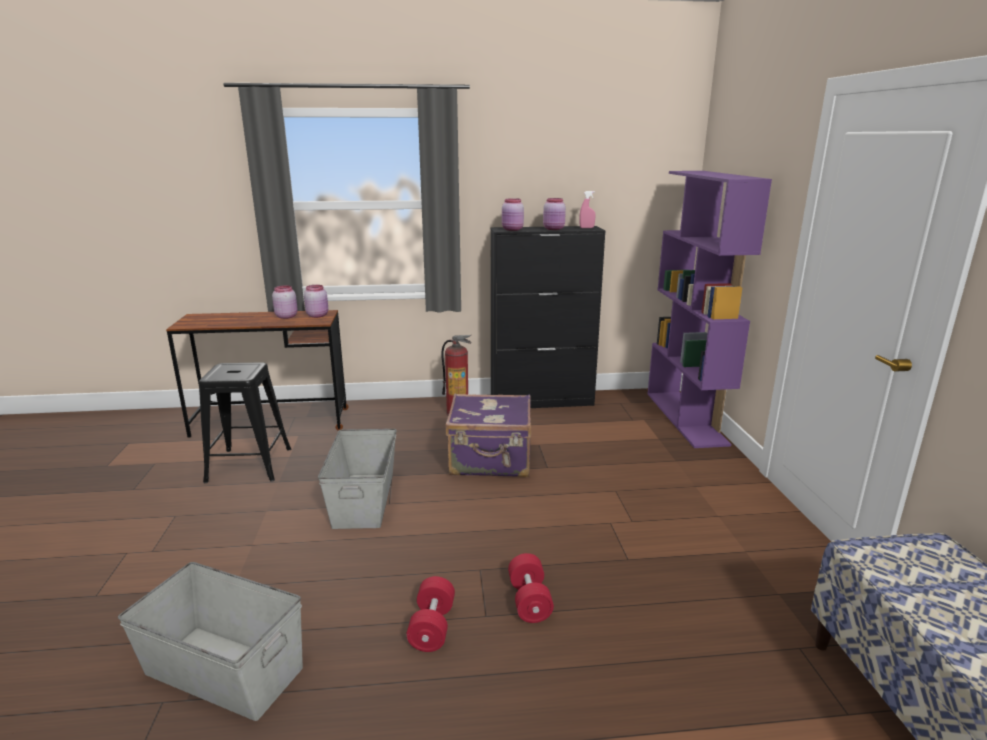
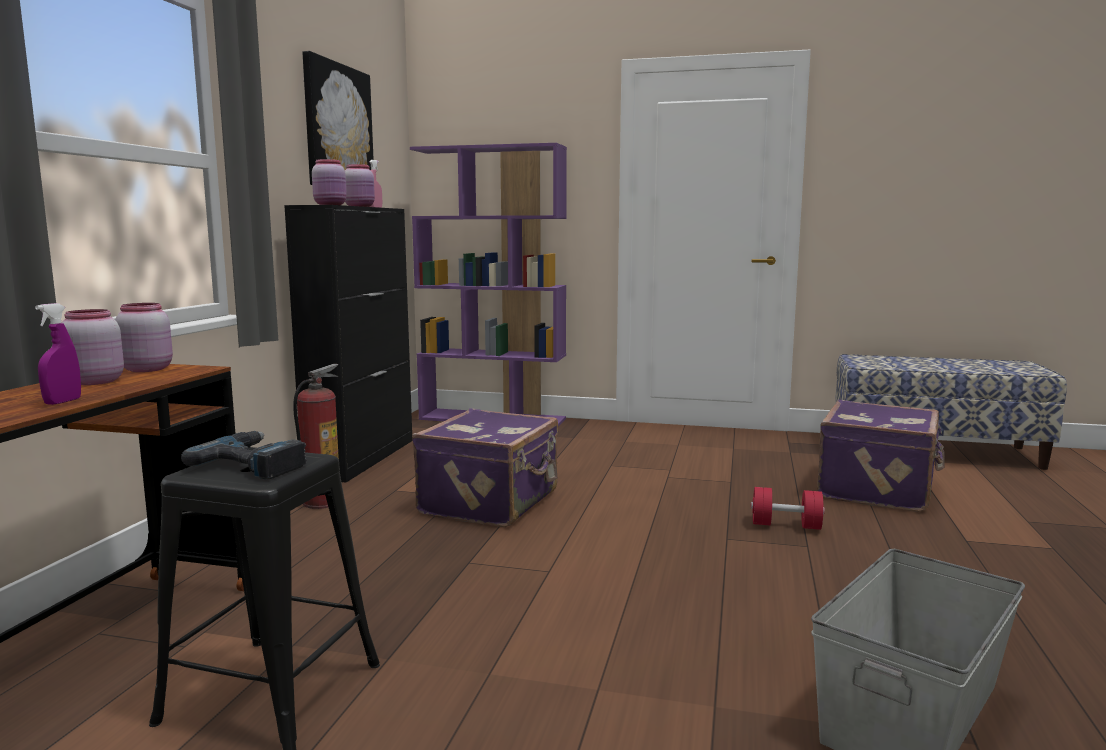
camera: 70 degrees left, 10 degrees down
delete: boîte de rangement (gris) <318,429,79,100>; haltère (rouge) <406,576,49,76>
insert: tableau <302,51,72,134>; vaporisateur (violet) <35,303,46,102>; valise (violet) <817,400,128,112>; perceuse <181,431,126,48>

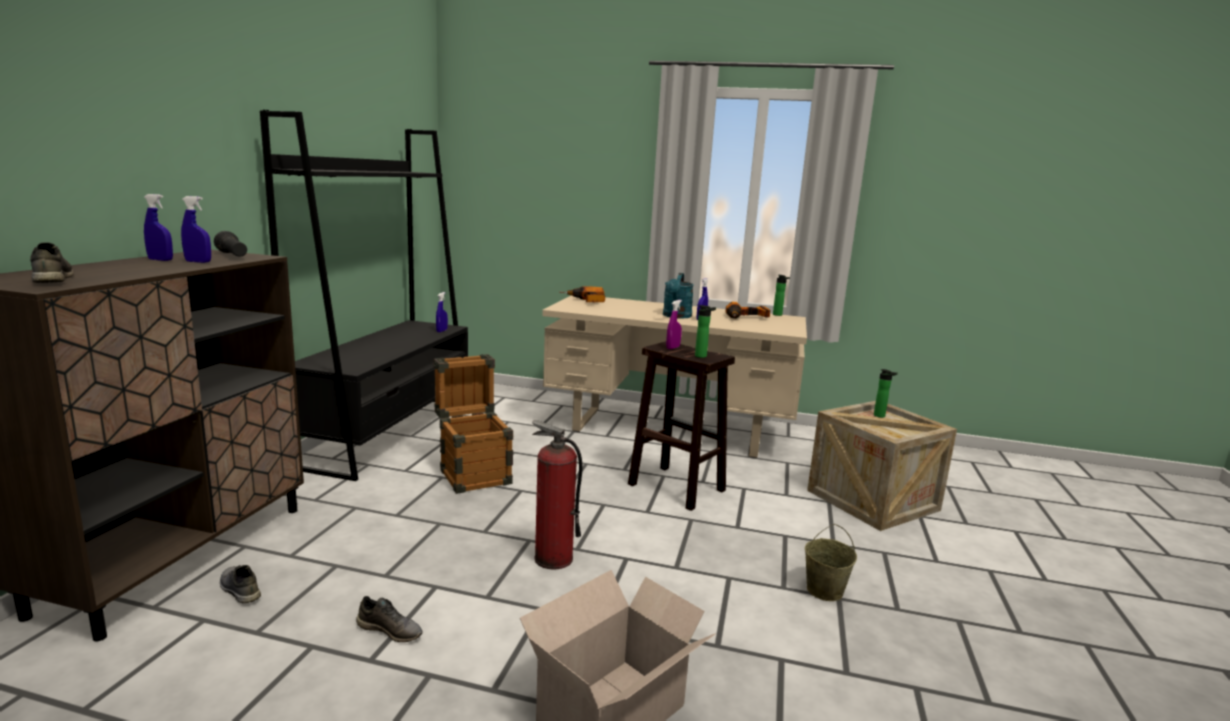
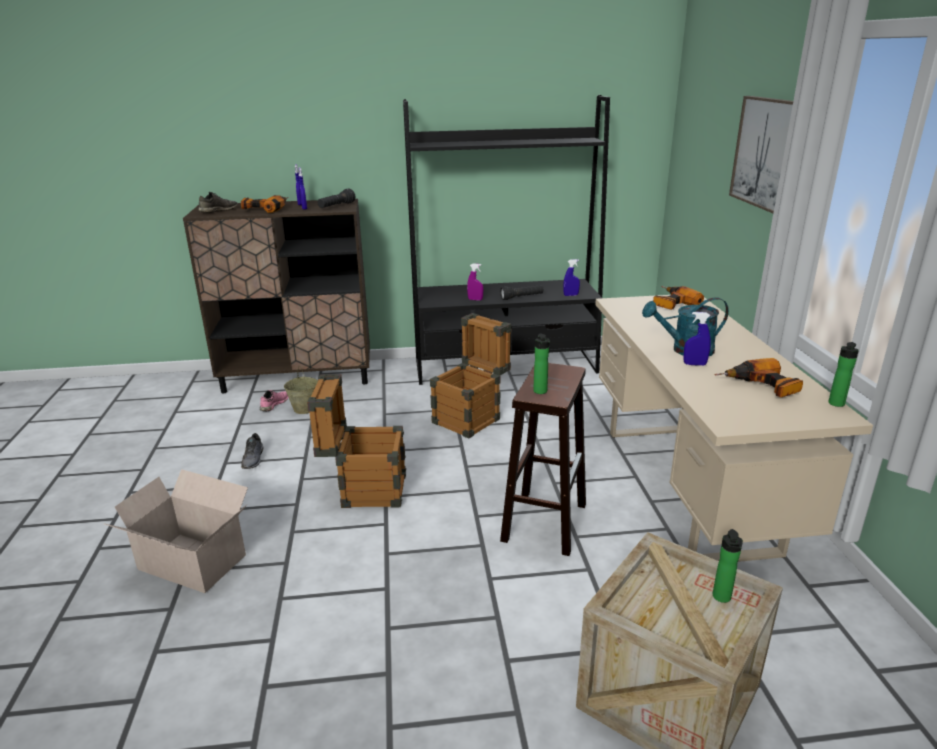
camera: 70 degrees right, 10 degrees up
insert: tableau <729,96,64,117>; perceuse <241,195,48,18>; lampe de poche (noir) <500,285,43,15>
move: vaporisateur (violet) <666,300,16,49> to <467,263,16,38>; seau (beige) <805,524,52,77> to <284,366,34,48>
replace: extincteur <532,420,50,150> to caisse <307,374,99,134>
recolor: chaussure (gris) <220,565,41,38> to chaussure (rose) <260,390,29,21>

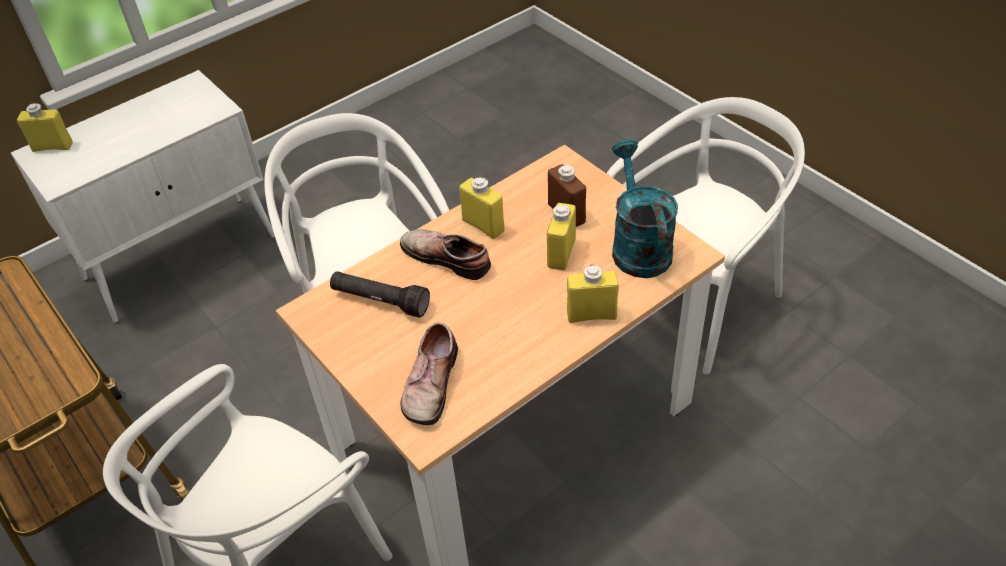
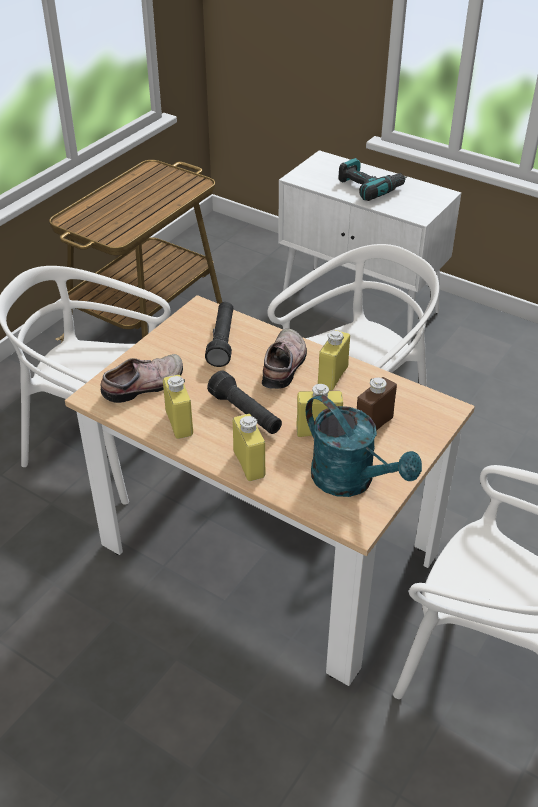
camera: 70 degrees right, 5 degrees down
insert: perceuse <339,158,68,43>; lampe de poche (noir) <207,371,75,63>
move: bouteille (jaune) <17,103,56,49> to <163,375,30,64>
rotate: arrosoir (turquoise) <612,140,66,138> = <306,394,116,103> 75 degrees clockwise; chaussure <401,323,57,102> = <101,354,82,49> 150 degrees clockwise

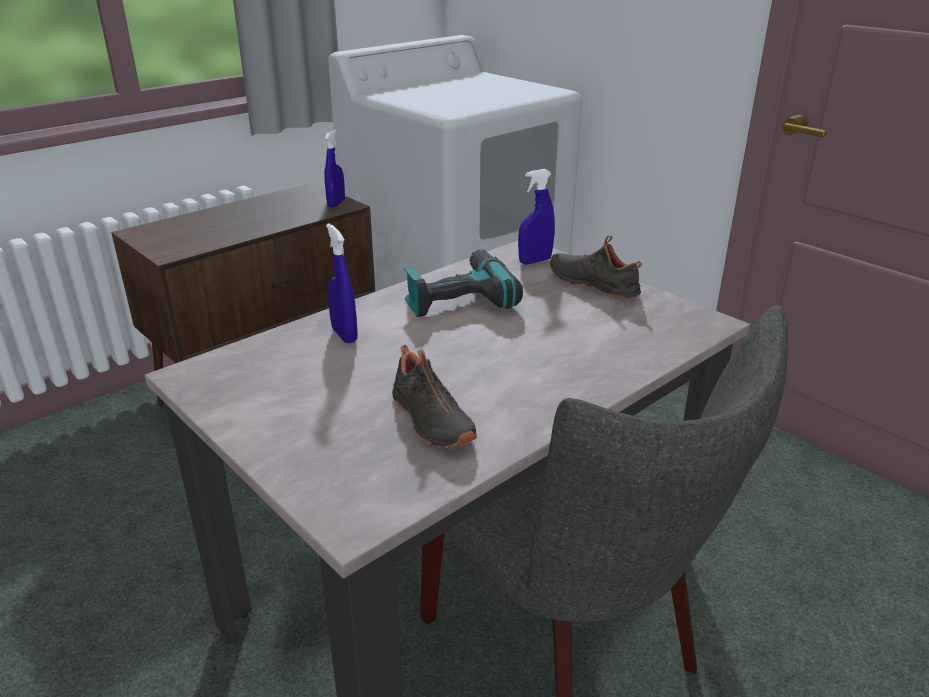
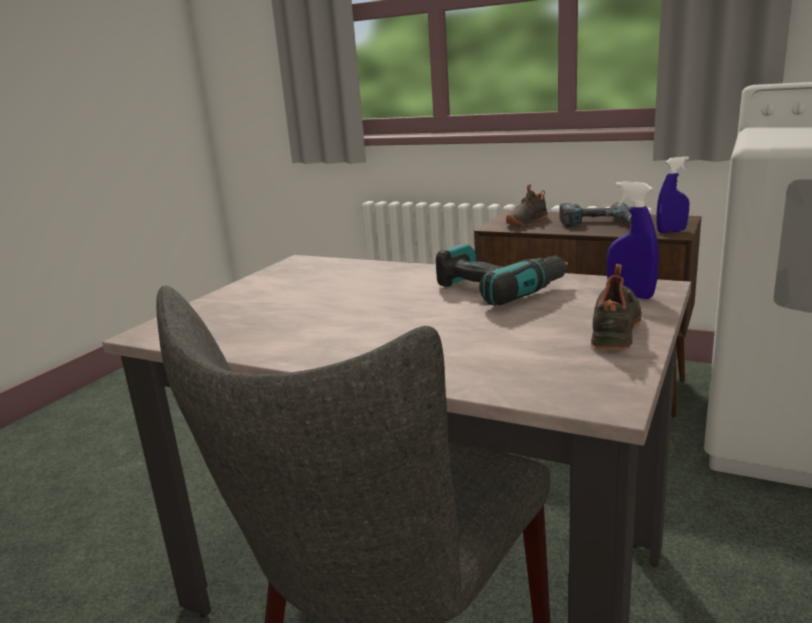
camera: 70 degrees right, 10 degrees down
delete: vaporisateur (bleu) <326,224,32,120>
insert: perceuse <560,202,72,25>
move: chaussure (noir) <392,345,85,103> to <506,184,42,41>

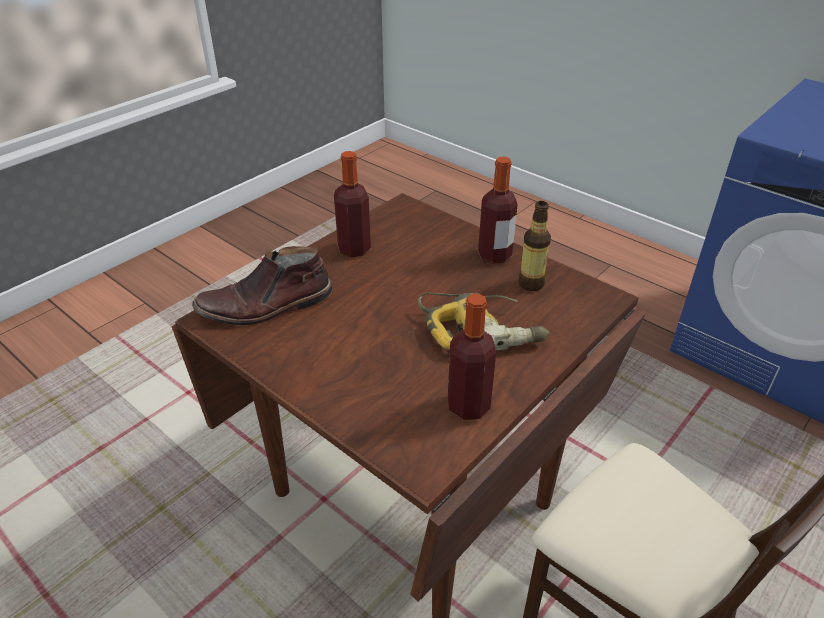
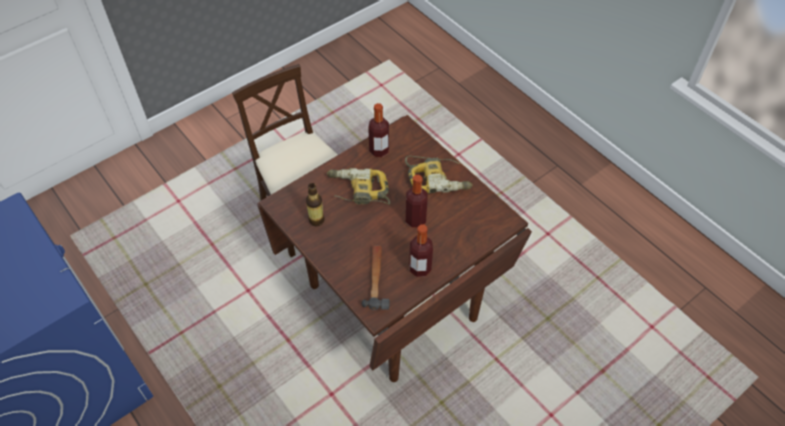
camera: 170 degrees left, 15 degrees up
delete: botte (marron) <192,246,140,79>
insert: perceuse <405,156,68,37>; marteau <362,246,28,64>
move: bouteille <478,156,40,108> to <406,175,21,53>

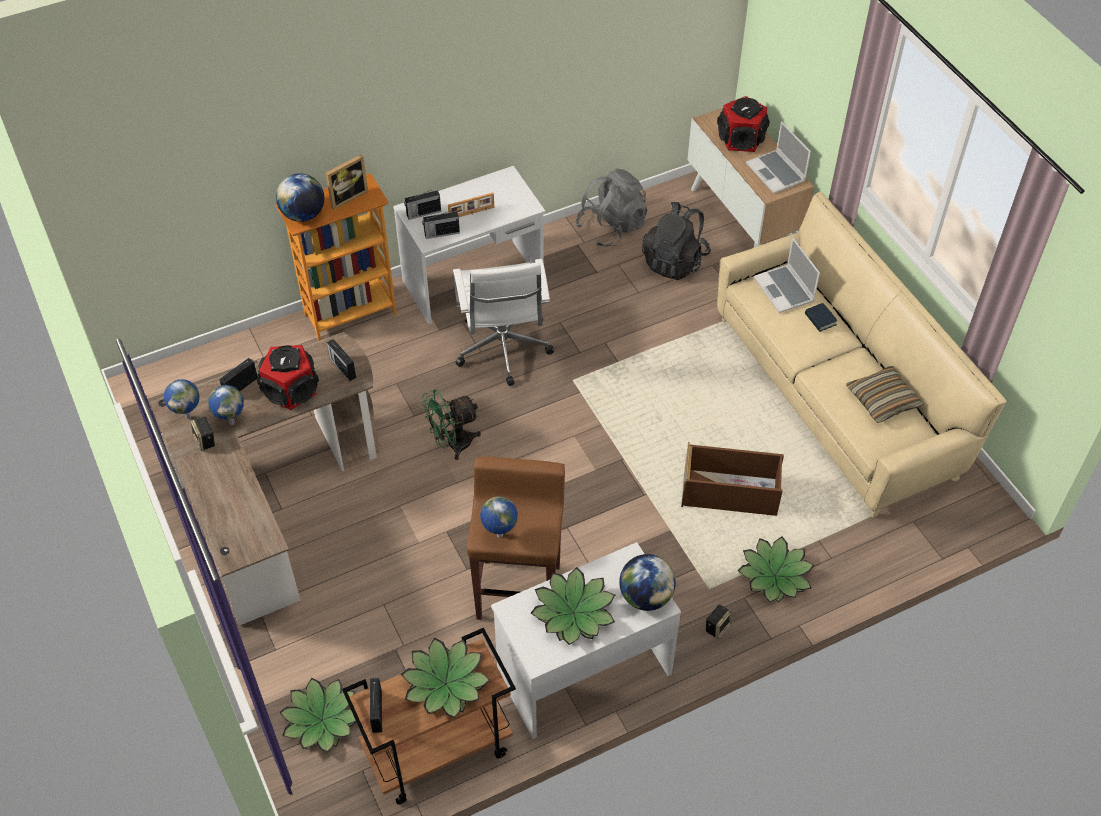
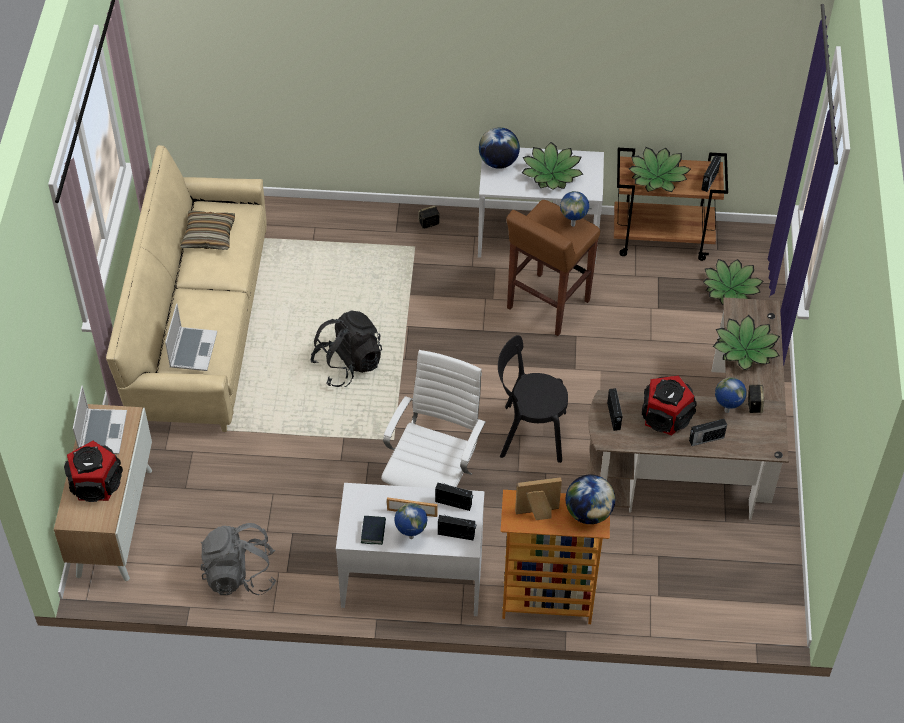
camera: 150 degrees left, 0 degrees up
delete: boîte de rangement (marron) <681,442,103,74>
move: sac à dos (noir) <642,202,69,78> to <310,311,72,76>; livre <805,303,33,29> to <361,516,25,29>; globe <164,379,36,40> to <394,503,34,36>; plante en pot <737,537,77,65> to <713,315,67,55>
replace: ventilateur (vert) <422,389,59,71> to chaise (noir) <498,335,70,128>

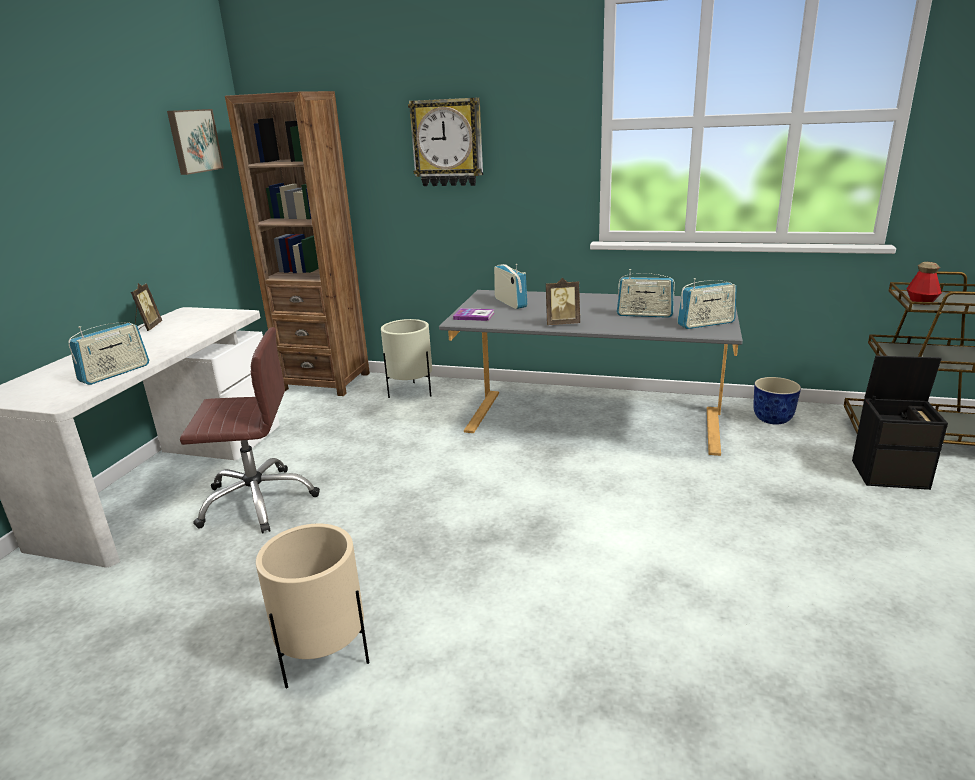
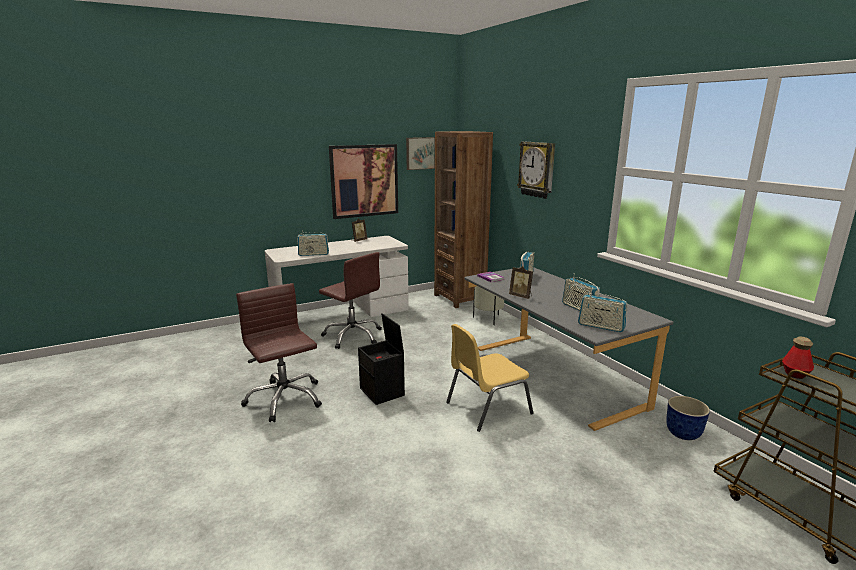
camera: 45 degrees right, 5 degrees down
insert: tableau <329,144,69,75>; chaise (jaune) <446,324,88,108>
move: boîte de rangement (noir) <852,356,96,134> to <358,313,47,92>
replace: cache-pot (beige) <256,524,113,165> to chaise de bureau (marron) <236,283,86,139>

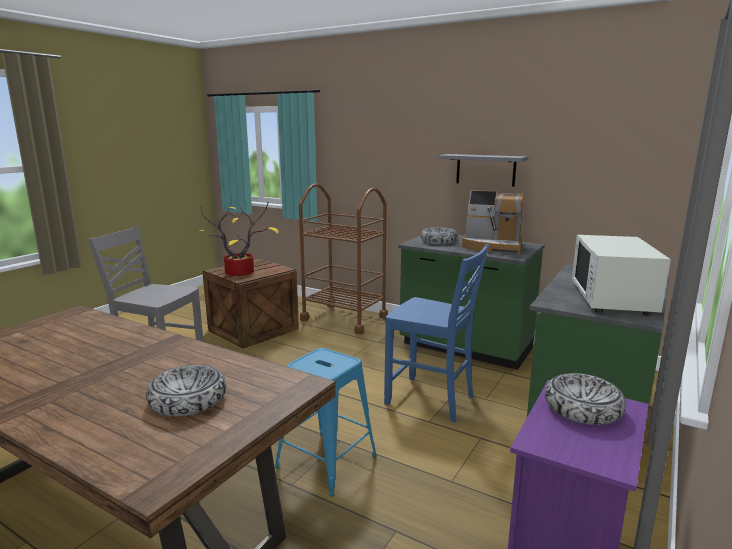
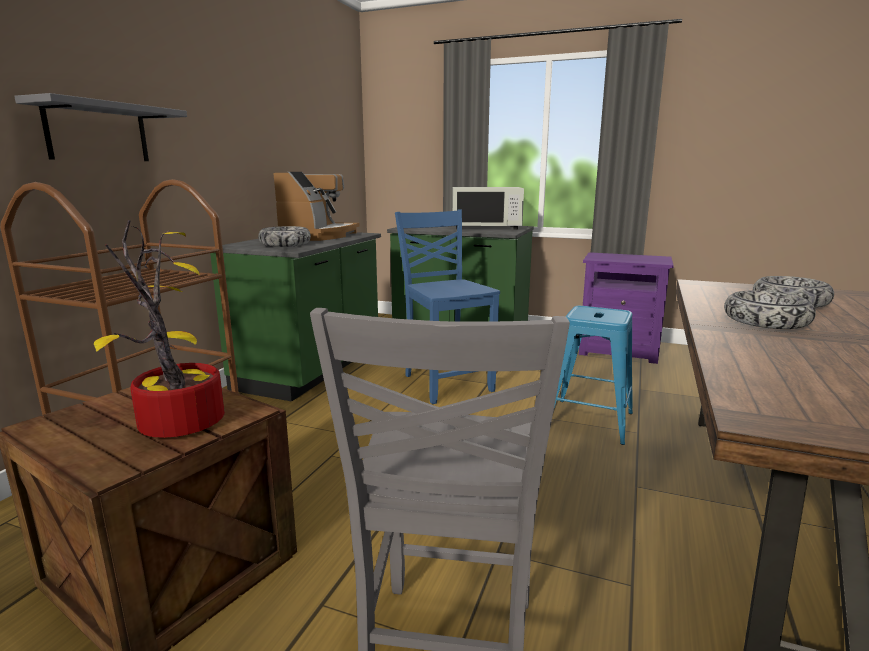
camera: 100 degrees left, 0 degrees up
move: étagère (gris) <438,154,90,33> to <14,93,173,68>; bol <545,373,81,52> to <724,291,92,38>
rotate: chaise (bleu) <384,244,105,179> = <395,210,105,194> 45 degrees counterclockwise

